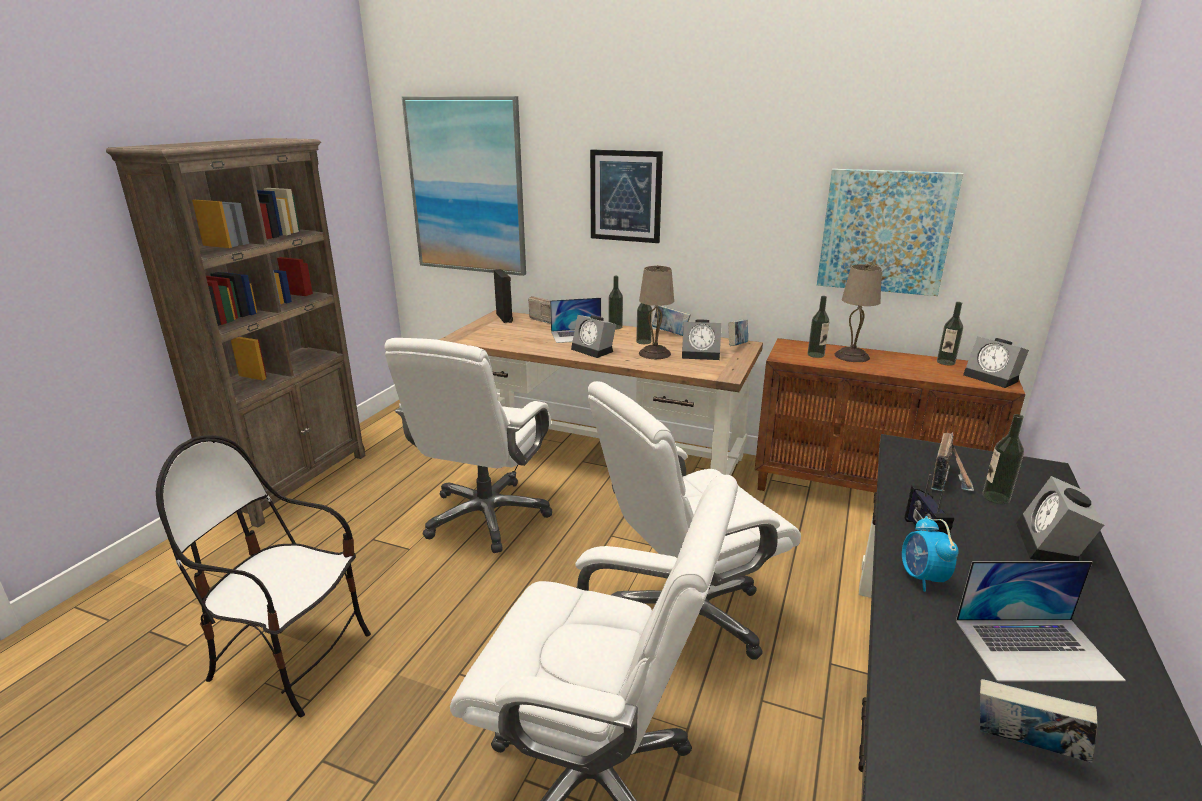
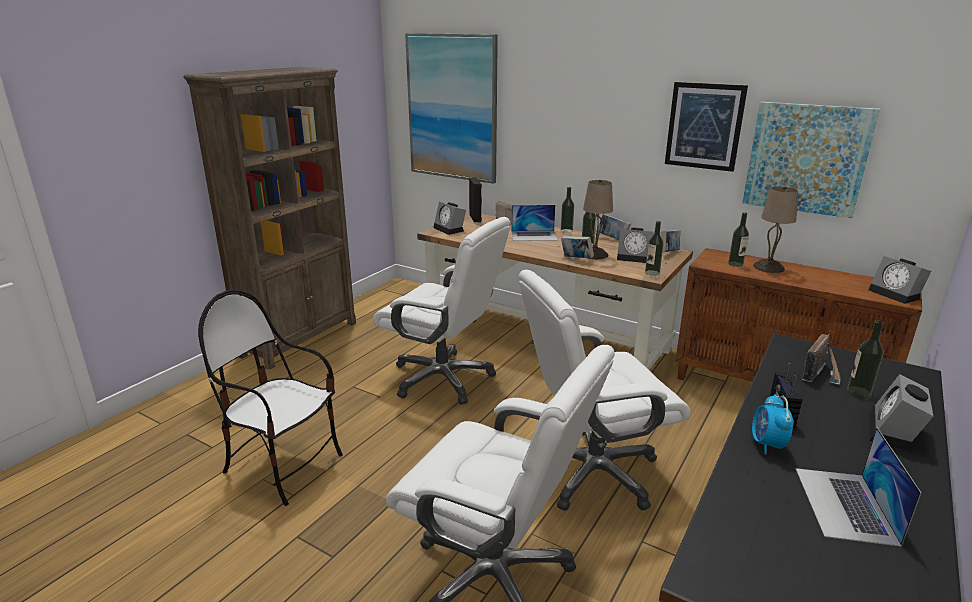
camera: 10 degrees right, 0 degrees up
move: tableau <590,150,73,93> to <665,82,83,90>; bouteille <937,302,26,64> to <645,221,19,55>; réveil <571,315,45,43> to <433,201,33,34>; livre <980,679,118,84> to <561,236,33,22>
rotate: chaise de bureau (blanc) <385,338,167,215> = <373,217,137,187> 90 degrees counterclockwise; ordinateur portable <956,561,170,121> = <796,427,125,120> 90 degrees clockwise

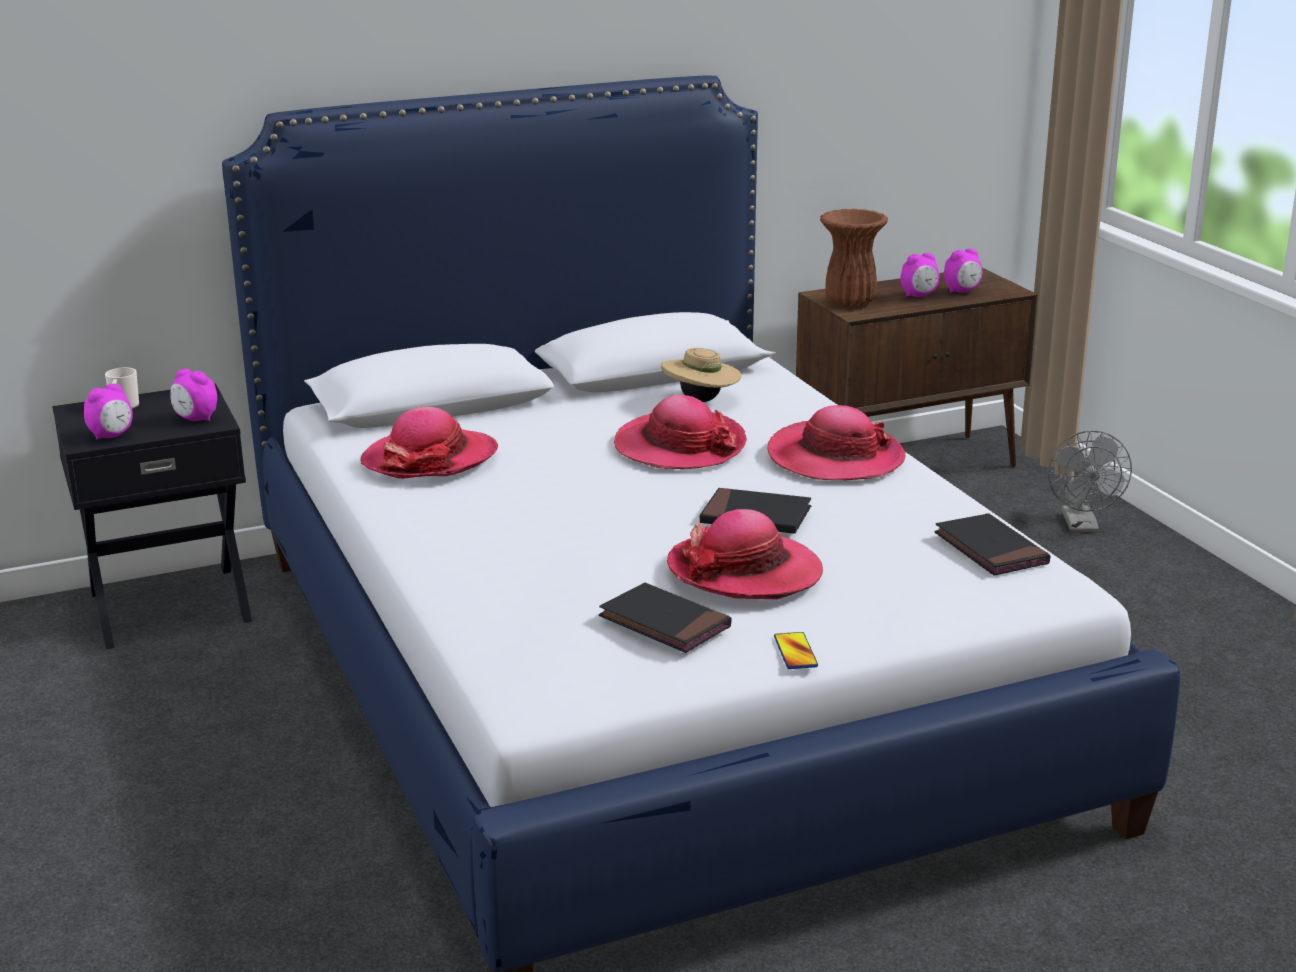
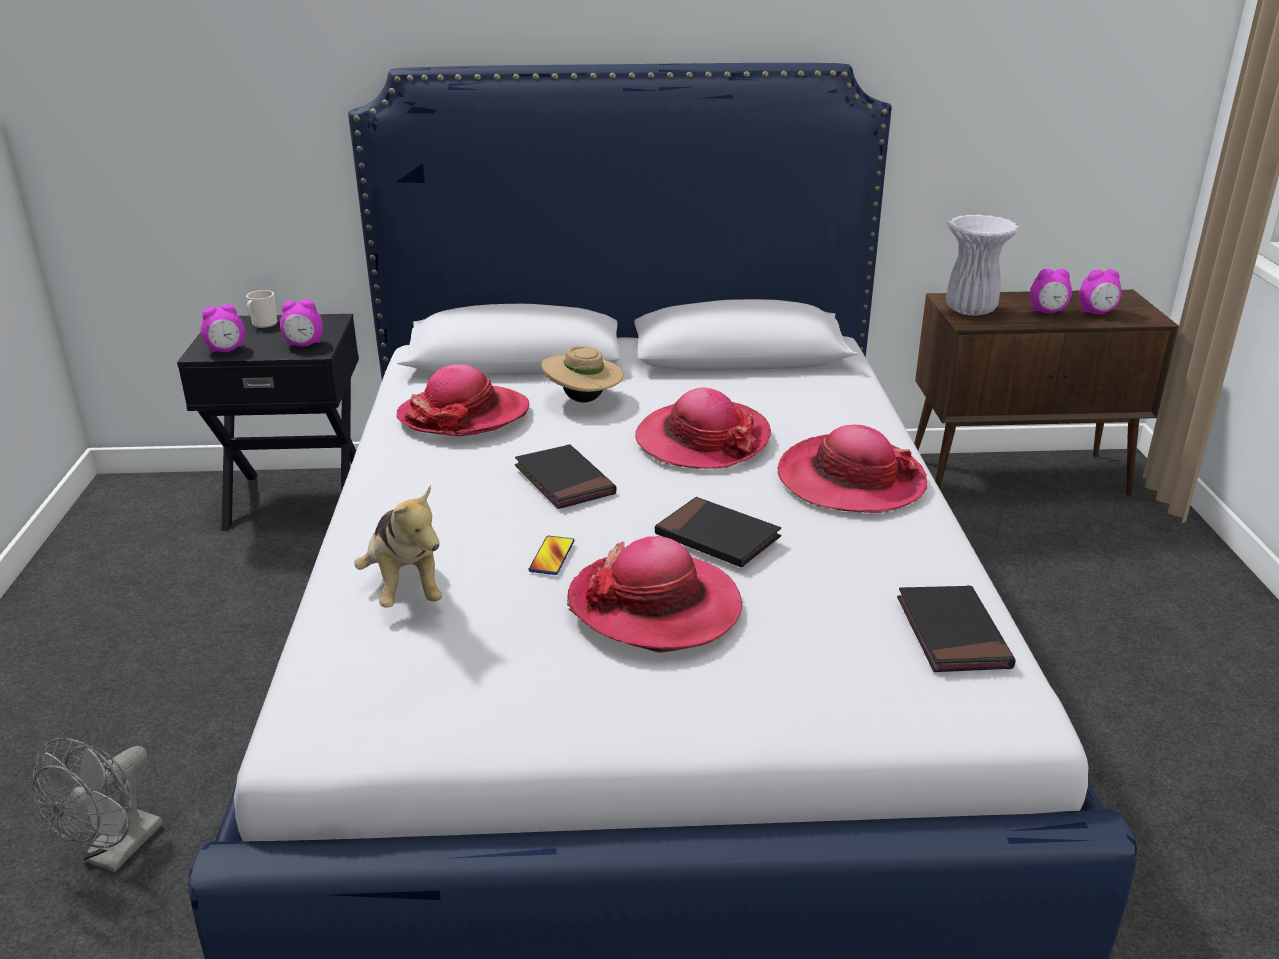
camera: 20 degrees right, 5 degrees up
insert: peluche <354,485,88,123>
move: chapeau (beige) <661,348,80,54> to <542,346,82,56>; ventilateur (gris) <1048,430,84,102> to <32,738,131,134>; livre (noir) <599,583,132,70> to <515,445,101,64>; téléphone <774,632,44,37> to <529,536,45,39>
recolor: vase (marron) <820,209,68,98> to vase (blanc) <946,215,73,101>
rotate: réveil <170,369,47,52> = <280,300,43,47> 60 degrees counterclockwise

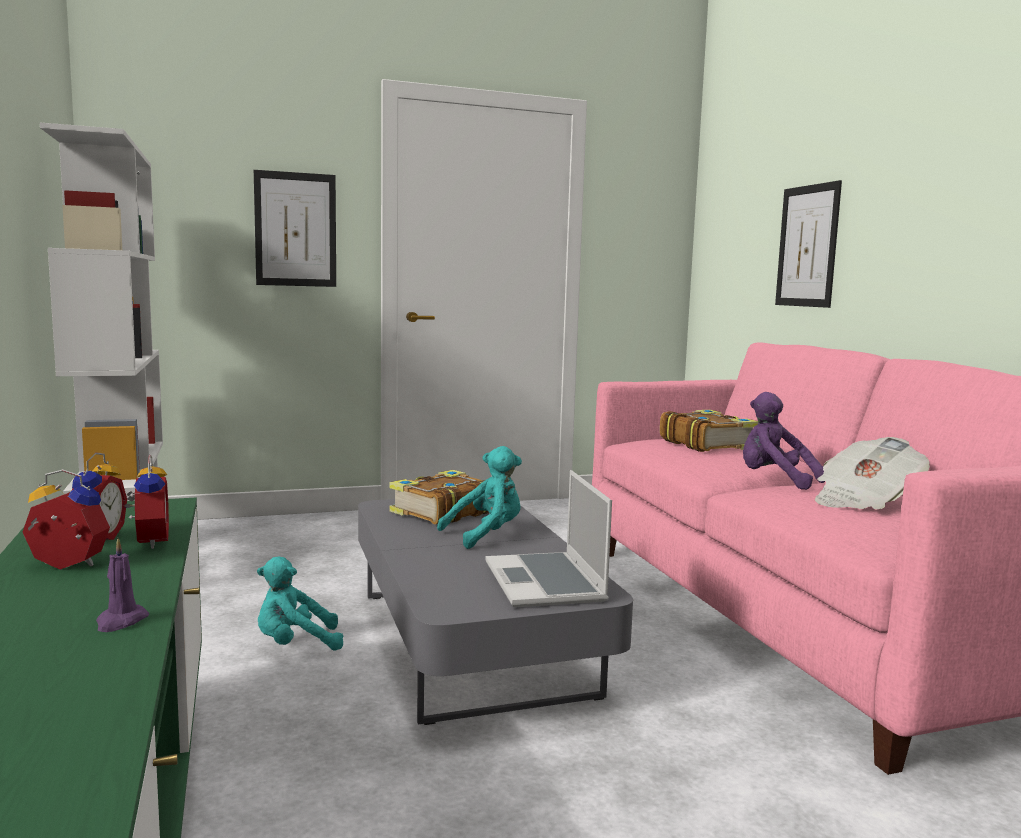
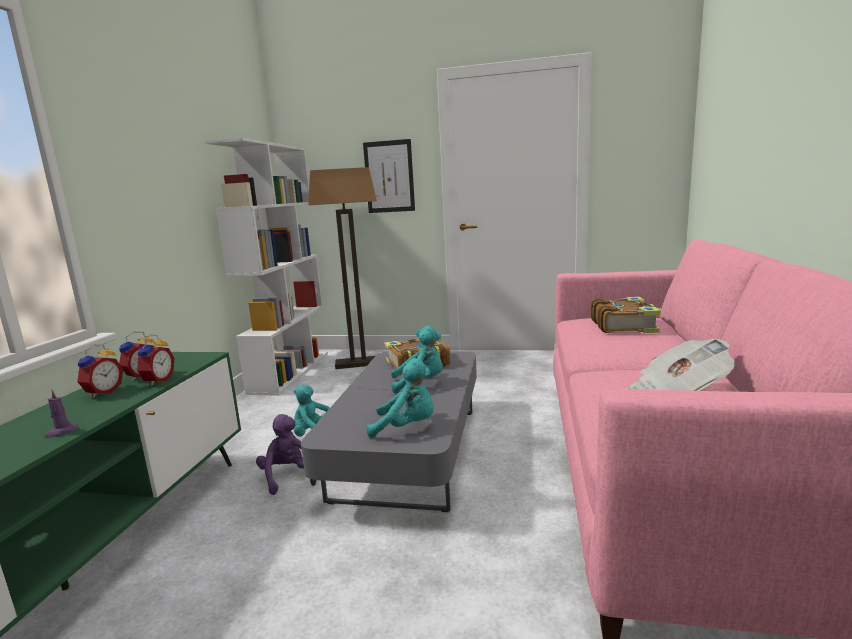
camera: 30 degrees right, 5 degrees up
delete: tableau <775,180,67,128>
insert: lampadaire <308,167,69,202>
move: peluche (violet) <743,392,82,98> to <256,414,61,81>
replace: ordinateur portable <485,470,127,138> to peluche (turquoise) <366,358,68,80>
rotate: réveil <23,469,87,101> = <77,344,46,54> 75 degrees clockwise

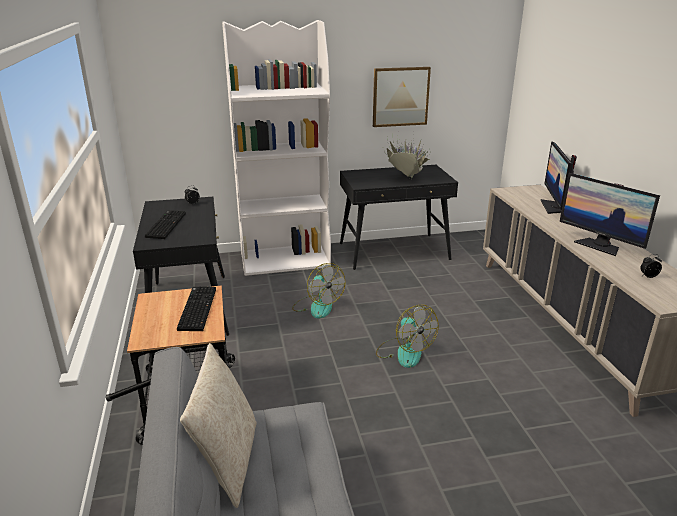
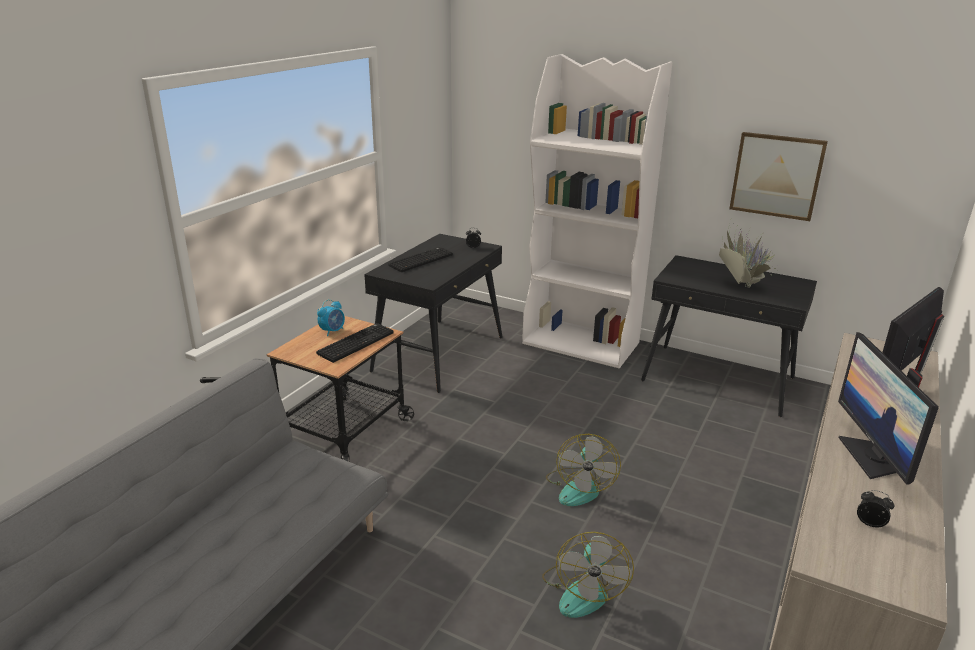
camera: 40 degrees right, 0 degrees up
delete: coussin (beige) <180,343,77,165>
insert: réveil <317,300,28,36>
move: ventilateur <292,263,54,55> to <542,532,92,86>

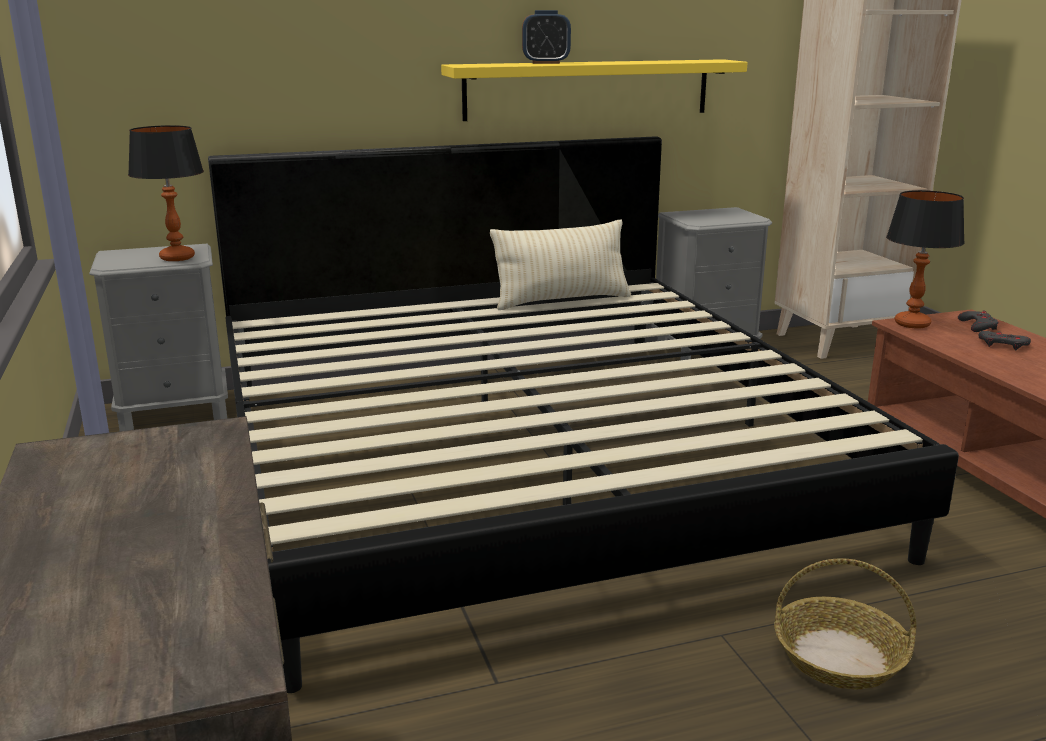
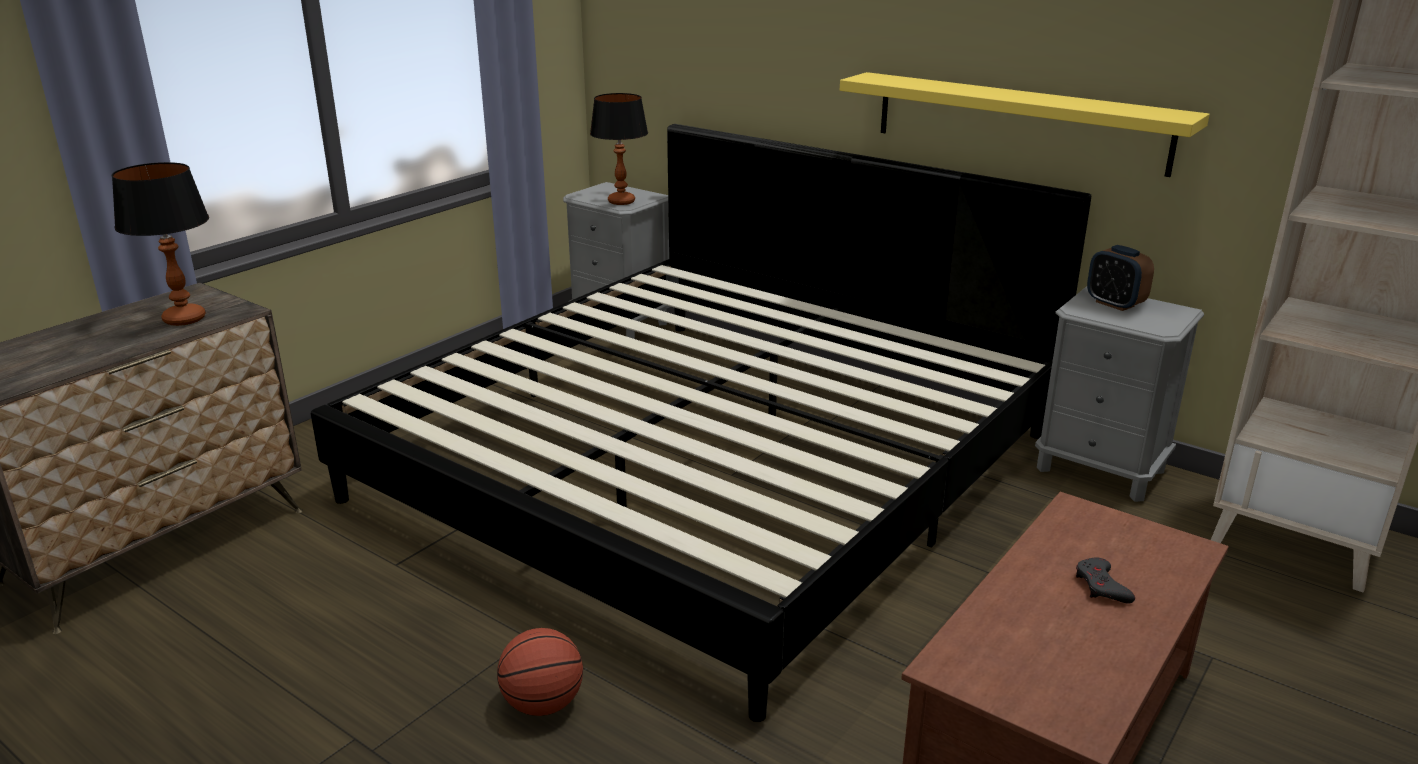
camera: 55 degrees right, 5 degrees up
delete: coussin (beige) <490,219,141,91>; manette (gris) <958,311,41,21>
move: réveil <522,10,49,54> to <1087,245,67,66>; lampe de table <886,190,79,139> to <112,162,97,164>
replace: panier <775,558,142,131> to ballon de basket <497,628,86,88>

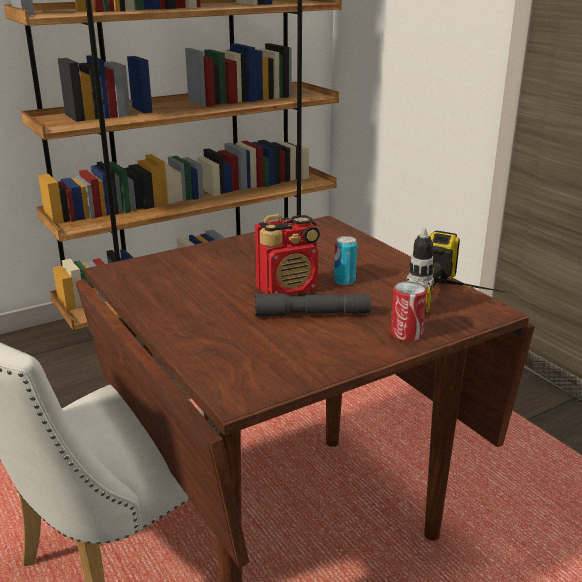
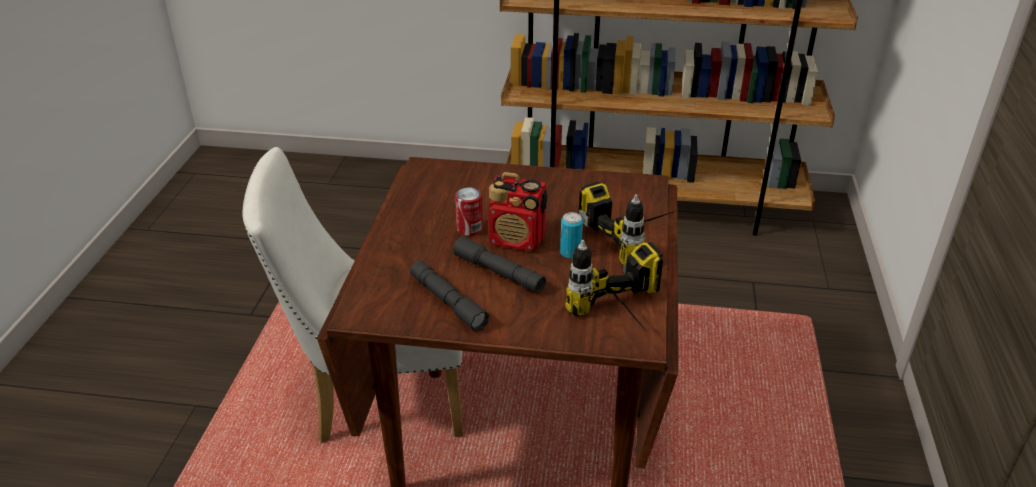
camera: 40 degrees right, 10 degrees up
insert: perceuse <579,181,96,85>; lampe de poche (gris) <410,260,80,72>
move: boîte métallique <390,282,37,60> to <455,188,28,48>

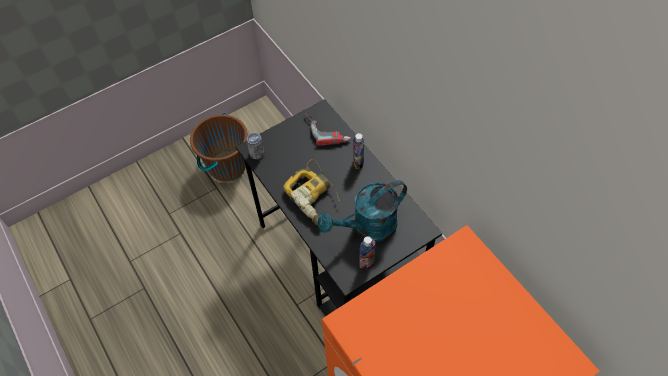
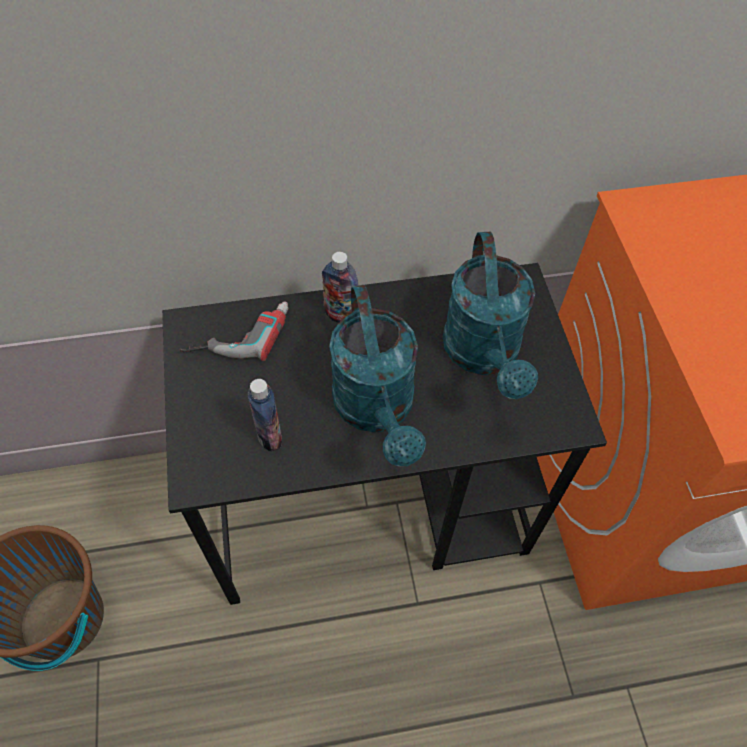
camera: 70 degrees left, 0 degrees up
delete: boîte métallique <247,133,18,26>
move: bouteille <359,236,16,34> to <248,379,34,73>
replace: perceuse <283,159,57,67> to arrosoir (turquoise) <329,285,97,181>

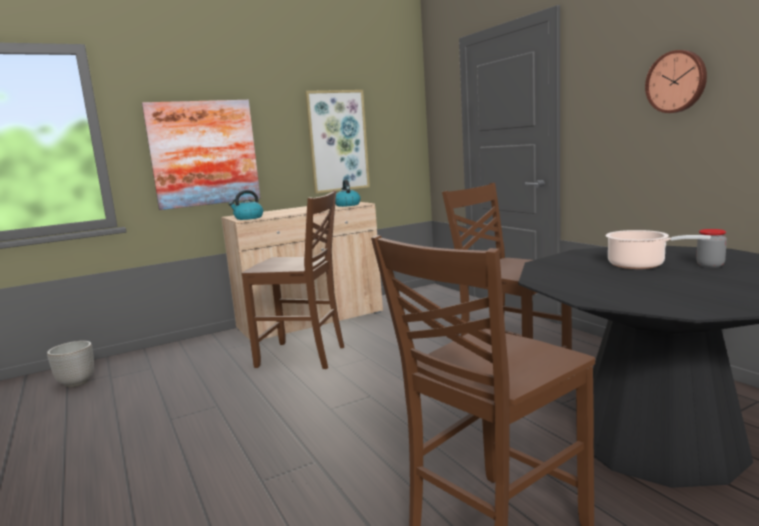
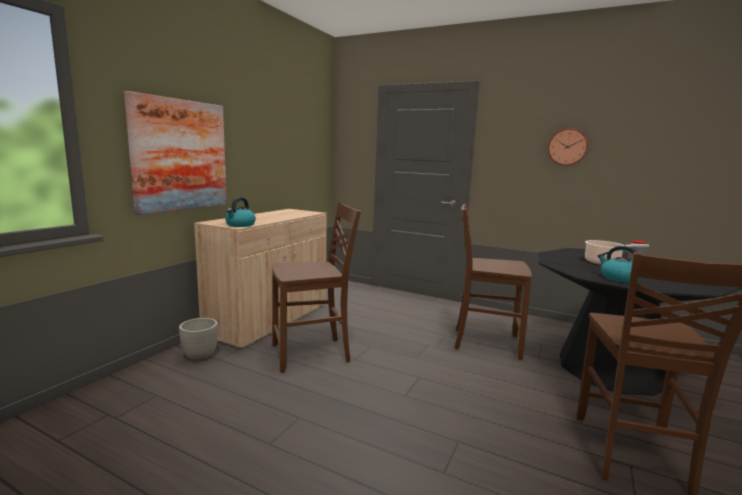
camera: 35 degrees left, 0 degrees up
delete: tableau <305,90,65,103>
move: bouilloire <335,180,26,27> to <598,246,42,37>; cache-pot <47,341,47,46> to <179,318,39,43>

